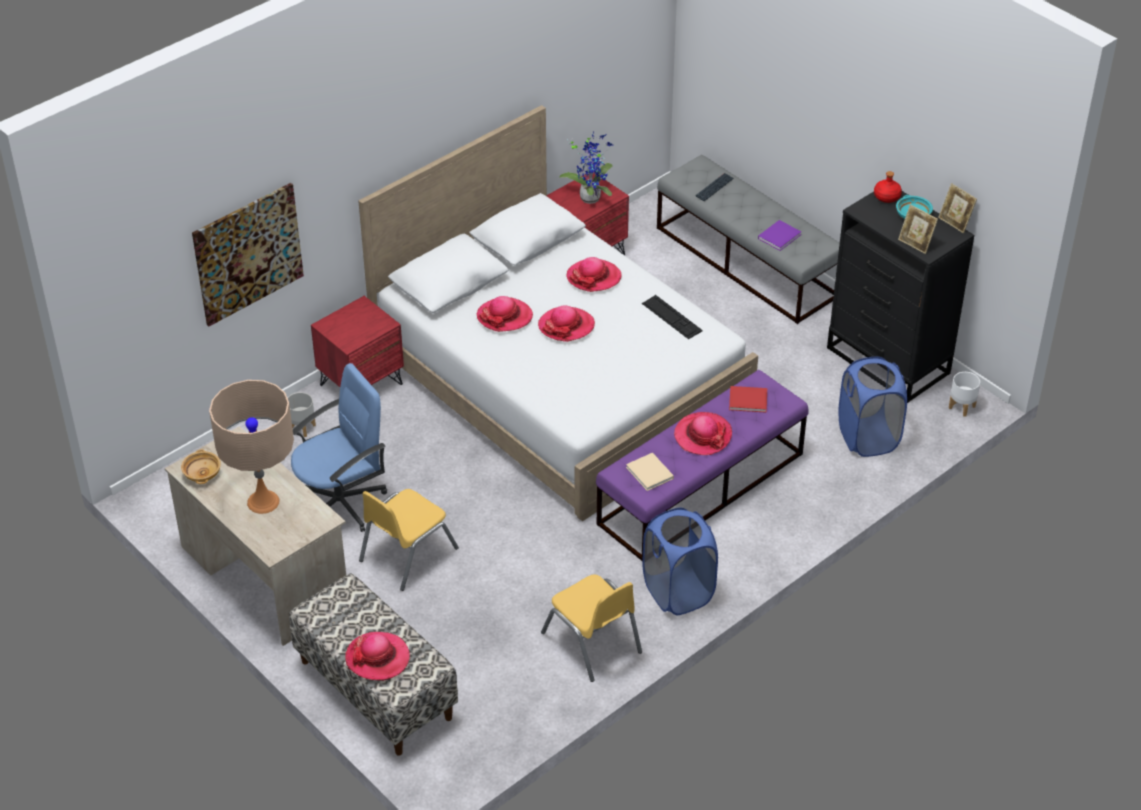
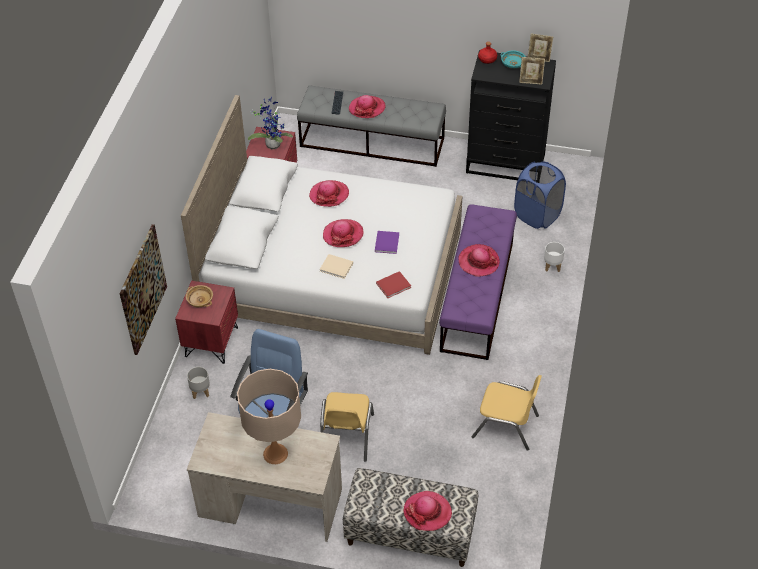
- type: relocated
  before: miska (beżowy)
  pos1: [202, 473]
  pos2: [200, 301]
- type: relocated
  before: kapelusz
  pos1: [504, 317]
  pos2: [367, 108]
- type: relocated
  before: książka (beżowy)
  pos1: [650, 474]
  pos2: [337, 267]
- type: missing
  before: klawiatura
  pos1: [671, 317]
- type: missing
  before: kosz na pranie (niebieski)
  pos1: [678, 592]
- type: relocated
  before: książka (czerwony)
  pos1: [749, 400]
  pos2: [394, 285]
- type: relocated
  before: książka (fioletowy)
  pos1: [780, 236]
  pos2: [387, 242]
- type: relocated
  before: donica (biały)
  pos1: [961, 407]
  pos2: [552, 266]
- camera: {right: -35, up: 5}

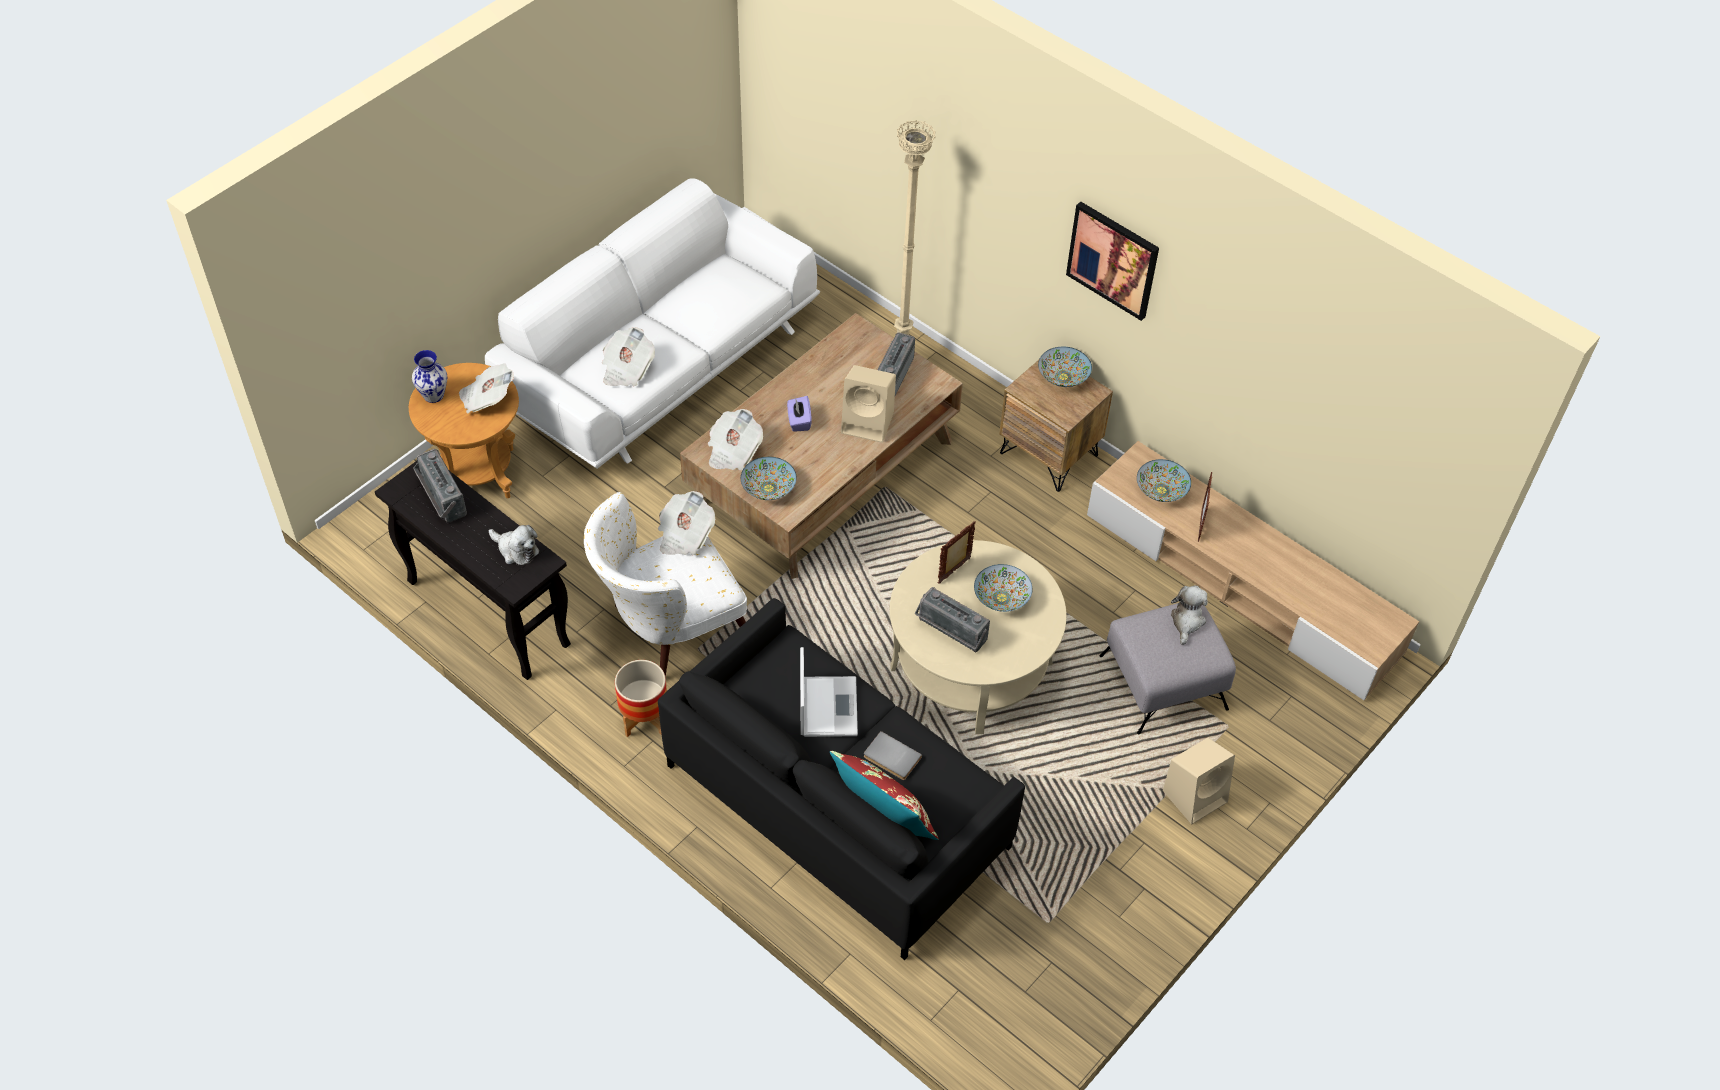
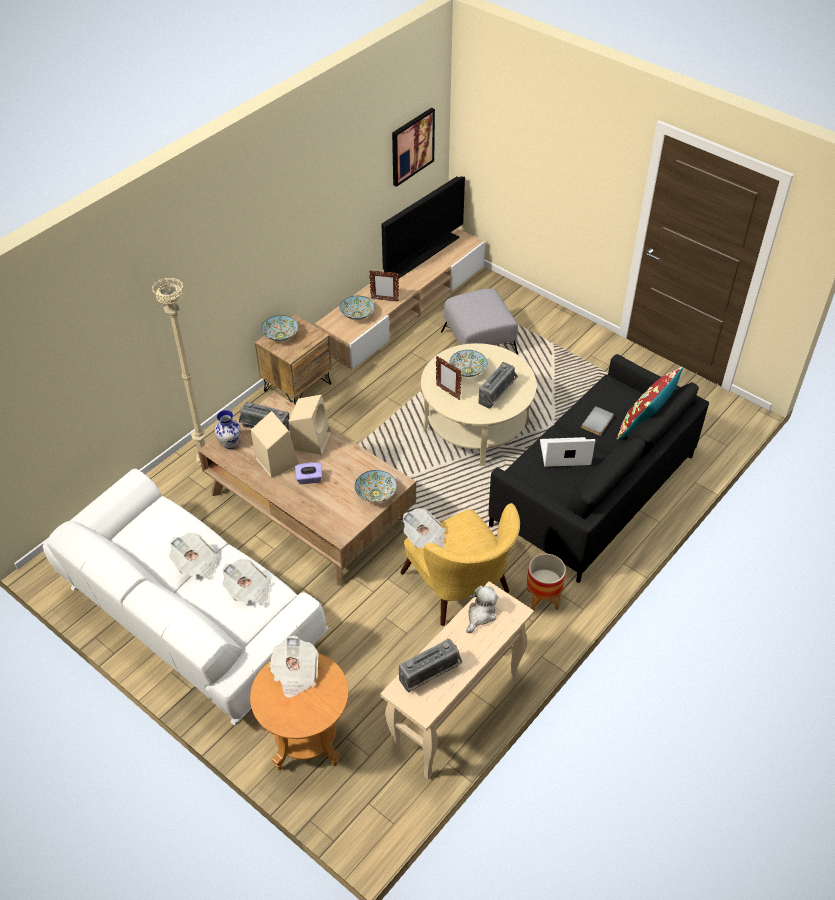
- type: colour
  before: stolik konsolowy (czarny)
  after: stolik konsolowy (beżowy)
  pos1: [487, 613]
  pos2: [455, 715]
- type: relocated
  before: wazon
  pos1: [433, 395]
  pos2: [229, 444]
- type: colour
  before: fotel (biały)
  after: fotel (żółty)
  pos1: [669, 629]
  pos2: [461, 591]
- type: relocated
  before: gazeta
  pos1: [733, 451]
  pos2: [196, 564]
- type: relocated
  before: obraz
  pos1: [1113, 259]
  pos2: [412, 146]
- type: relocated
  before: głośnik (beżowy)
  pos1: [1196, 795]
  pos2: [276, 460]
- type: missing
  before: pluszak
  pos1: [1187, 621]
- type: appeared
  after: telewizor
  pos2: [423, 254]
- camera: {right: -90, up: -5}

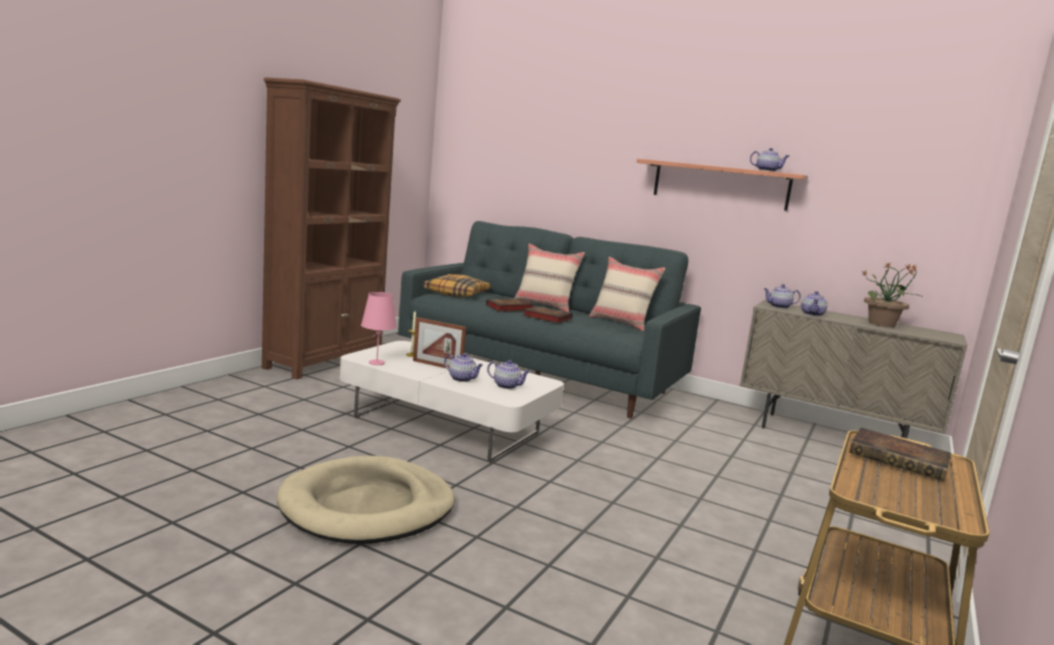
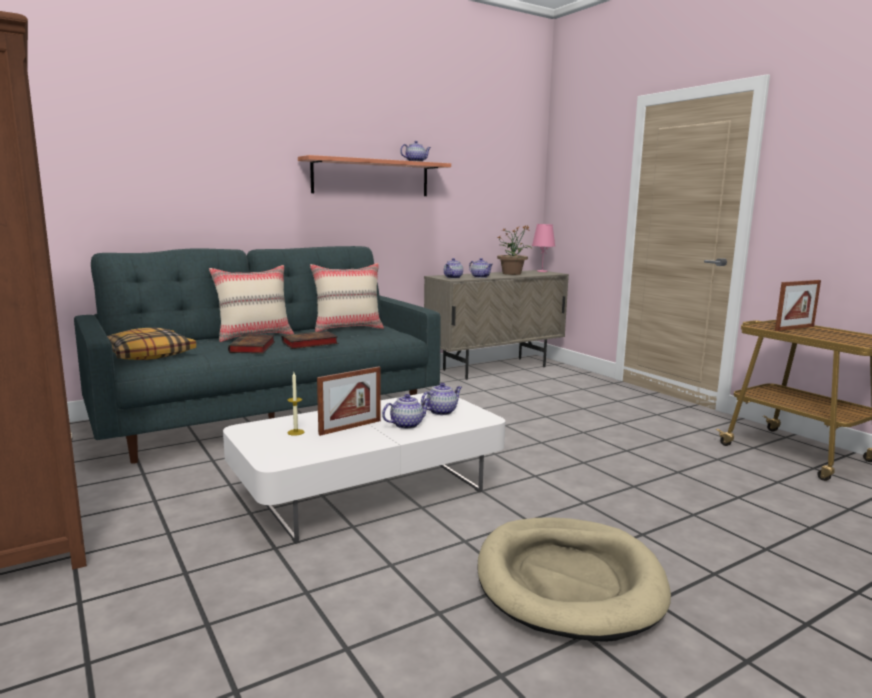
- type: relocated
  before: lampa stołowa (różowy)
  pos1: [376, 363]
  pos2: [542, 271]
- type: exchanged
  before: książka
  after: ramka na zdjęcie
  pos1: [901, 460]
  pos2: [794, 328]
- camera: {right: -60, up: 0}

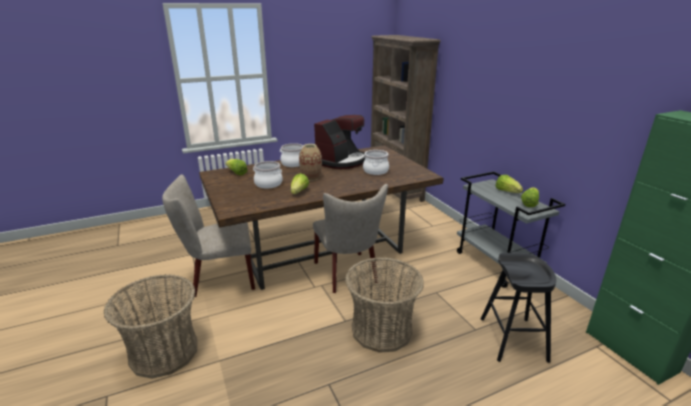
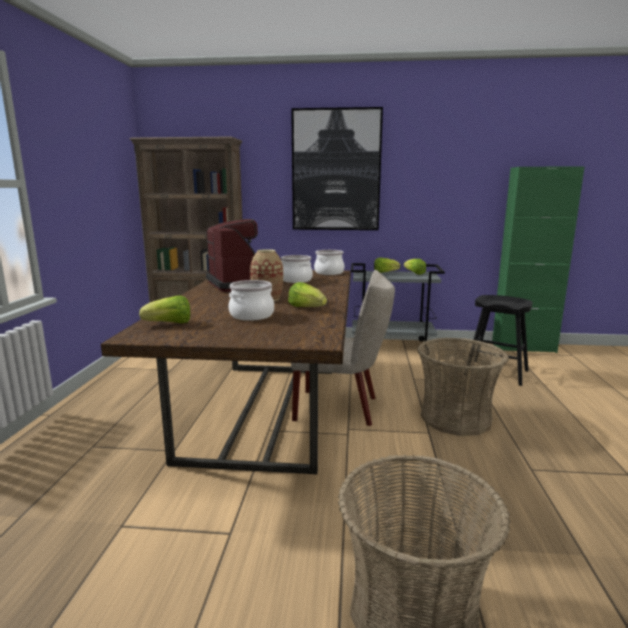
- type: missing
  before: krzesło (beżowy)
  pos1: [218, 279]
- type: relocated
  before: garnek
  pos1: [293, 163]
  pos2: [328, 272]
- type: appeared
  after: obraz
  pos2: [336, 170]
- camera: {right: -60, up: -10}

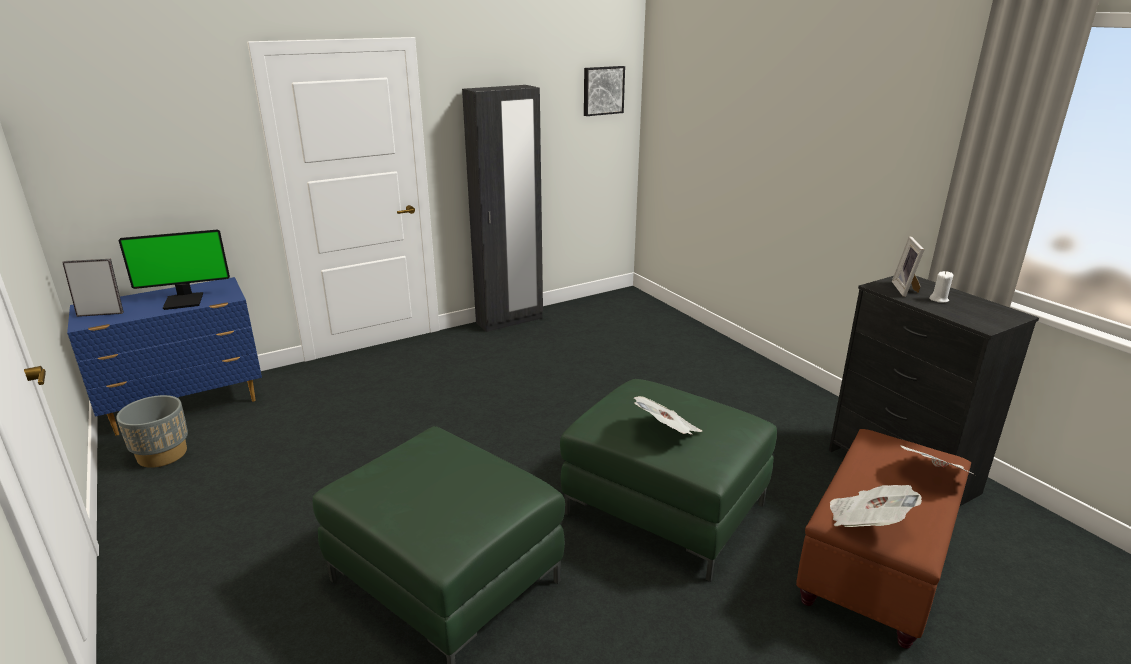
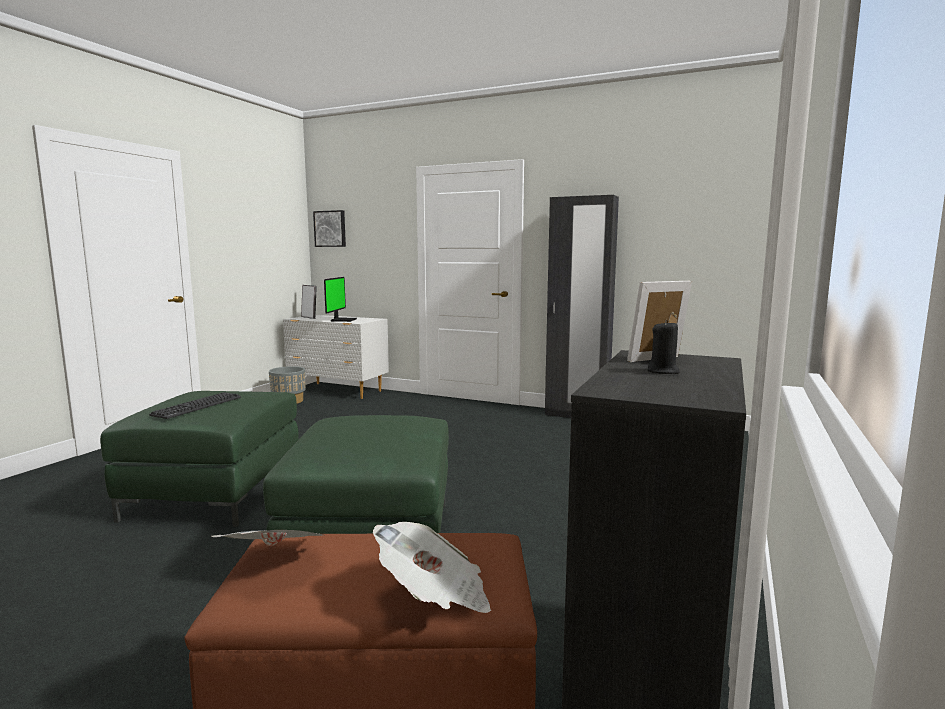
- type: colour
  before: komoda (niebieski)
  after: komoda (biały)
  pos1: [187, 406]
  pos2: [338, 391]
- type: spun
  before: monitor
  pos1: [184, 301]
  pos2: [342, 320]
  turn: -120
- type: relocated
  before: obraz
  pos1: [602, 90]
  pos2: [330, 229]
- type: missing
  before: gazeta
  pos1: [666, 432]
- type: colour
  before: świeca (biały)
  after: świeca (czarny)
  pos1: [939, 299]
  pos2: [663, 371]
- type: appeared
  after: klawiatura
  pos2: [198, 406]
- camera: {right: 55, up: -15}

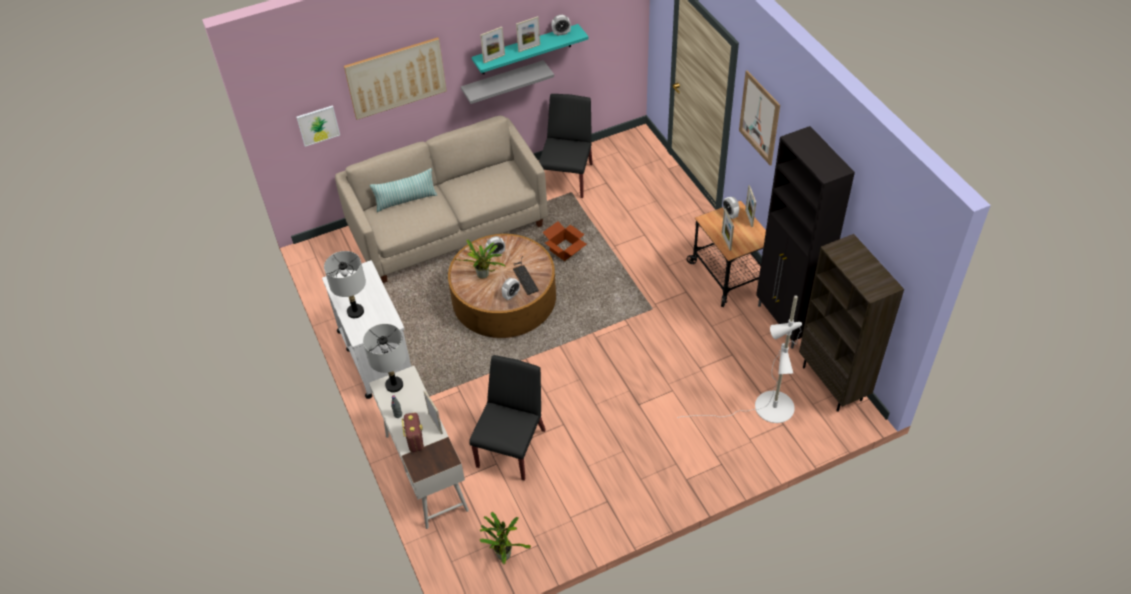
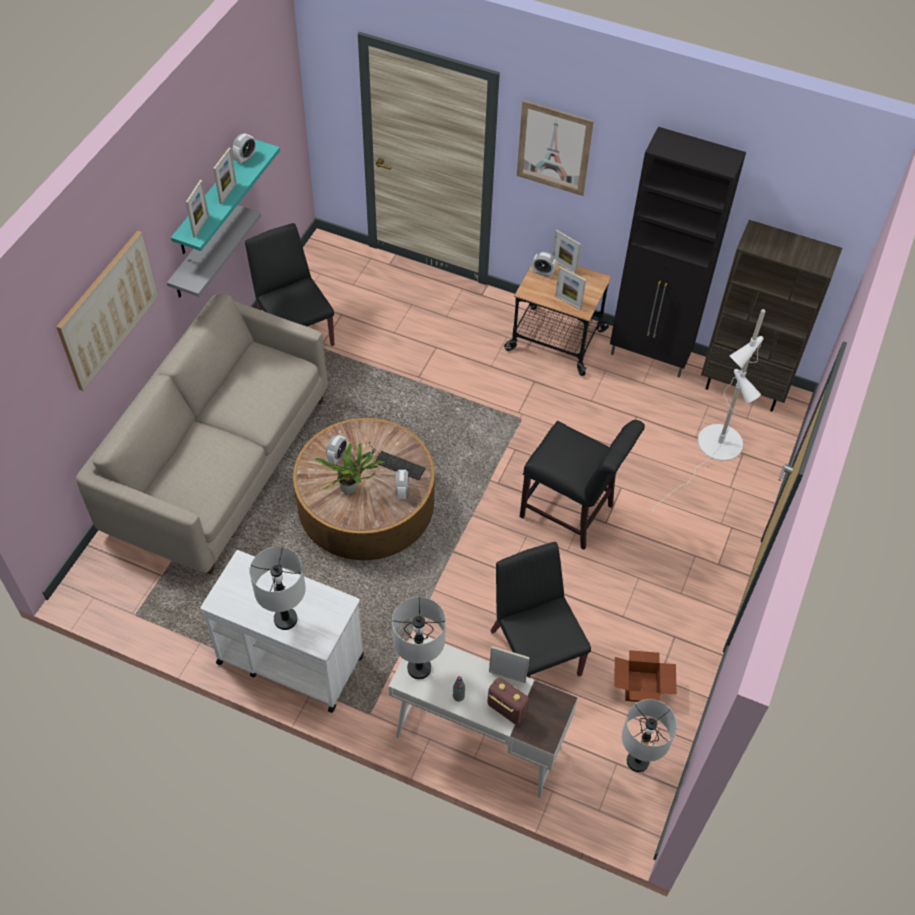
- type: missing
  before: obraz
  pos1: [318, 125]
- type: missing
  before: poduszka
  pos1: [406, 200]
- type: exchanged
  before: roślina doniczkowa
  after: lampa stołowa (szary)
  pos1: [503, 553]
  pos2: [637, 761]
- type: relocated
  before: karton
  pos1: [565, 251]
  pos2: [642, 688]
- type: appeared
  after: krzesło (czarny)
  pos2: [571, 514]
- camera: {right: -45, up: 5}

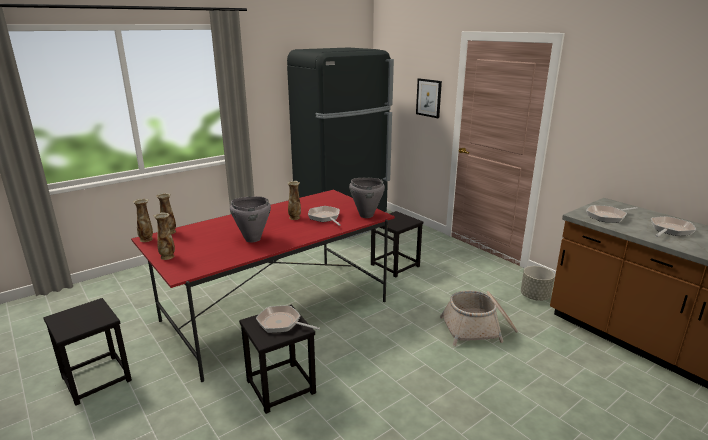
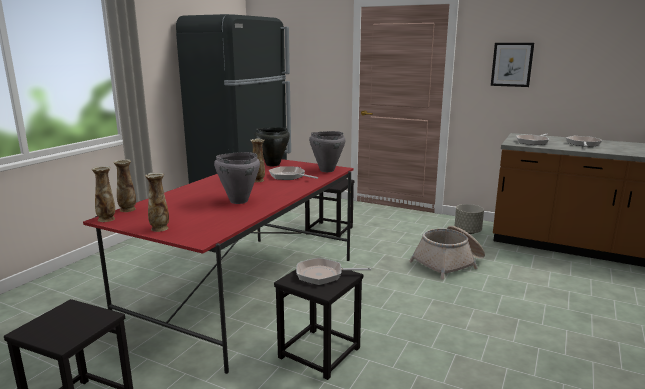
- type: relocated
  before: obraz
  pos1: [428, 98]
  pos2: [512, 64]
- type: appeared
  after: garnek (czarny)
  pos2: [272, 164]
- camera: {right: -25, up: -5}

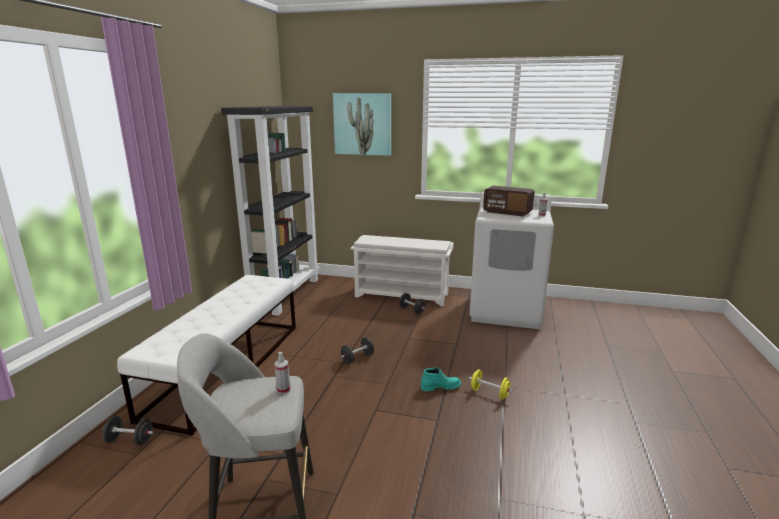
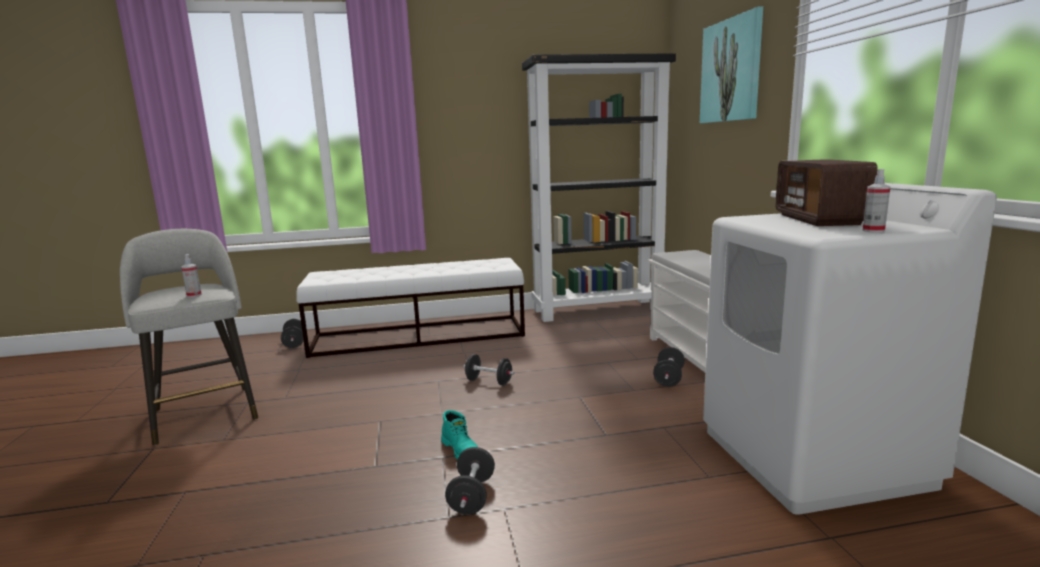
- type: colour
  before: hantel (żółty)
  after: hantel (czarny)
  pos1: [489, 393]
  pos2: [472, 496]
- camera: {right: 65, up: -5}

